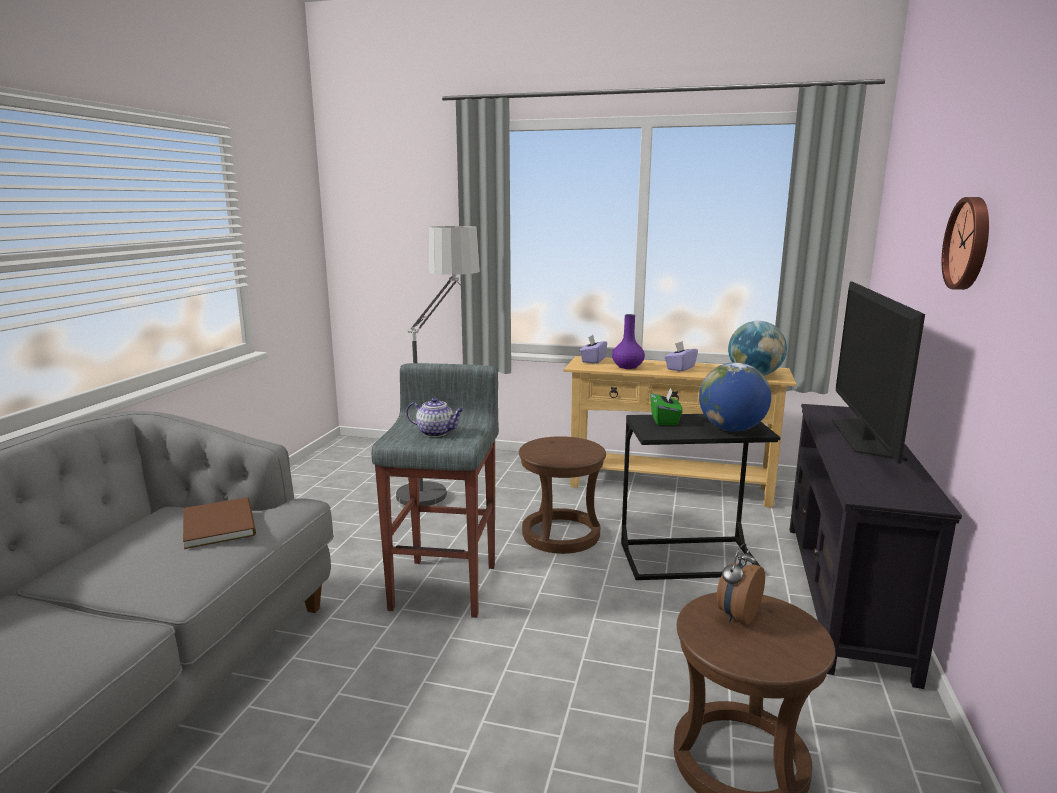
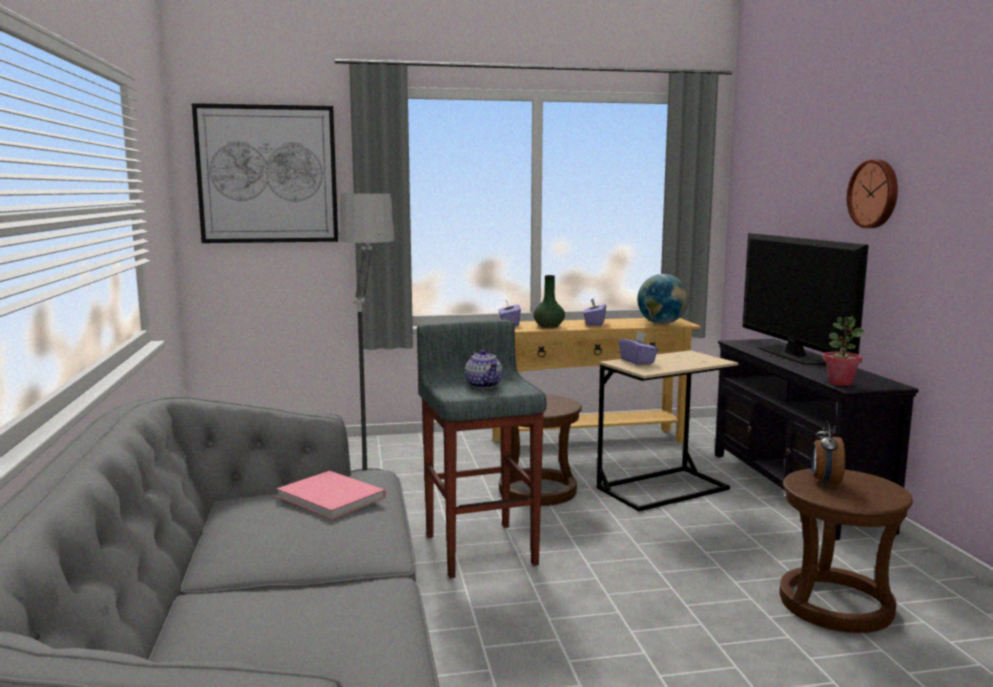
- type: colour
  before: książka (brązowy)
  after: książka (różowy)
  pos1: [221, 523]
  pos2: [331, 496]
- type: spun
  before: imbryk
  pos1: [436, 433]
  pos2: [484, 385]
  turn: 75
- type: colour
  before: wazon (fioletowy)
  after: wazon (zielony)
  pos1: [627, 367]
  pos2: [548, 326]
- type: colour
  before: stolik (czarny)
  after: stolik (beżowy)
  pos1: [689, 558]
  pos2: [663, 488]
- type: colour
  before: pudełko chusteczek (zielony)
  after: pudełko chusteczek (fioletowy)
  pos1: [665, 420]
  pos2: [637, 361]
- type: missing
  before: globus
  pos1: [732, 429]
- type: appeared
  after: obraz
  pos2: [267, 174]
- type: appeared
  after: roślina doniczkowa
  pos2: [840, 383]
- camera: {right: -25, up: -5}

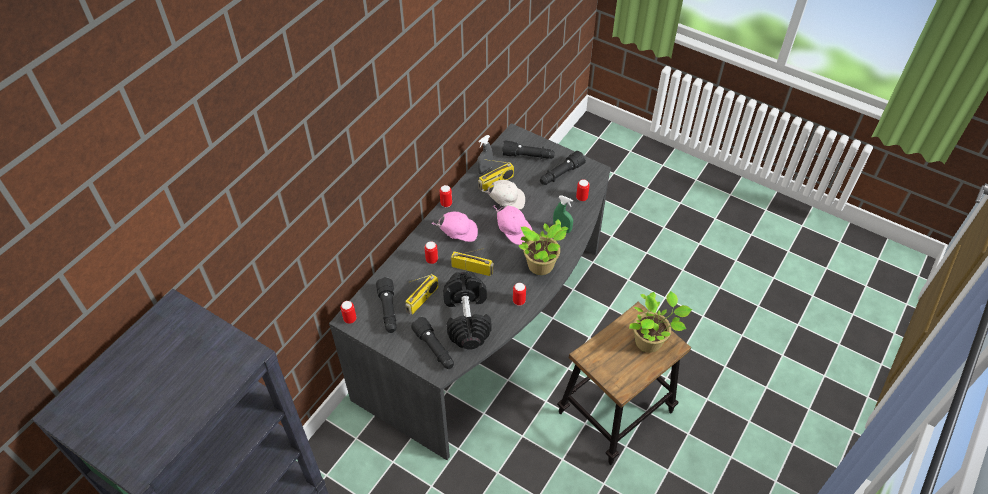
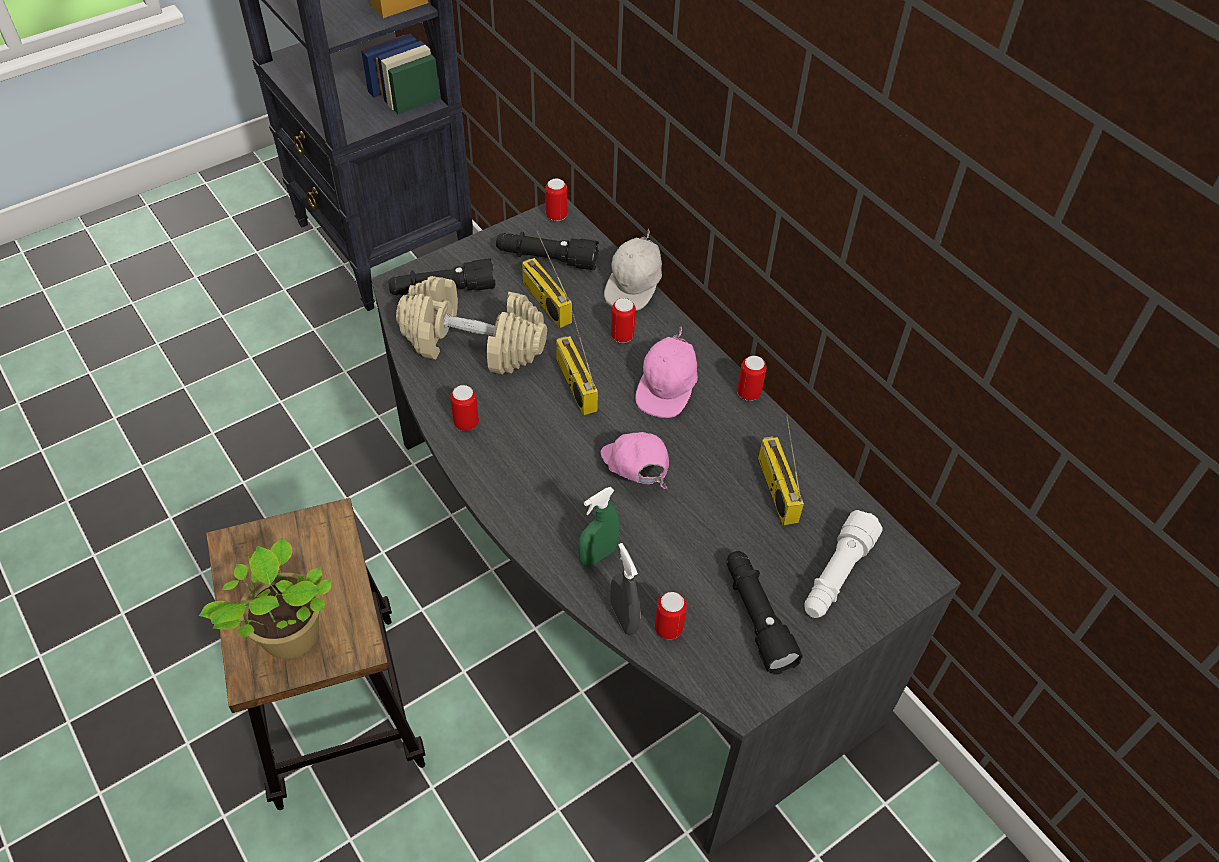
- type: colour
  before: hantel (czarny)
  after: hantel (beżowy)
  pos1: [467, 319]
  pos2: [473, 345]
- type: spun
  before: radio
  pos1: [473, 268]
  pos2: [574, 384]
  turn: 120
- type: relocated
  before: spryskiwacz (szary)
  pos1: [484, 169]
  pos2: [624, 618]
- type: relocated
  before: czapka z daszkiem (biały)
  pos1: [506, 201]
  pos2: [634, 287]
- type: spun
  before: czapka z daszkiem (różowy)
  pos1: [513, 230]
  pos2: [635, 473]
  turn: 90
- type: colour
  before: latarka (czarny)
  after: latarka (biały)
  pos1: [528, 156]
  pos2: [836, 575]
- type: missing
  before: roślina doniczkowa
  pos1: [541, 267]
- camera: {right: 110, up: 0}

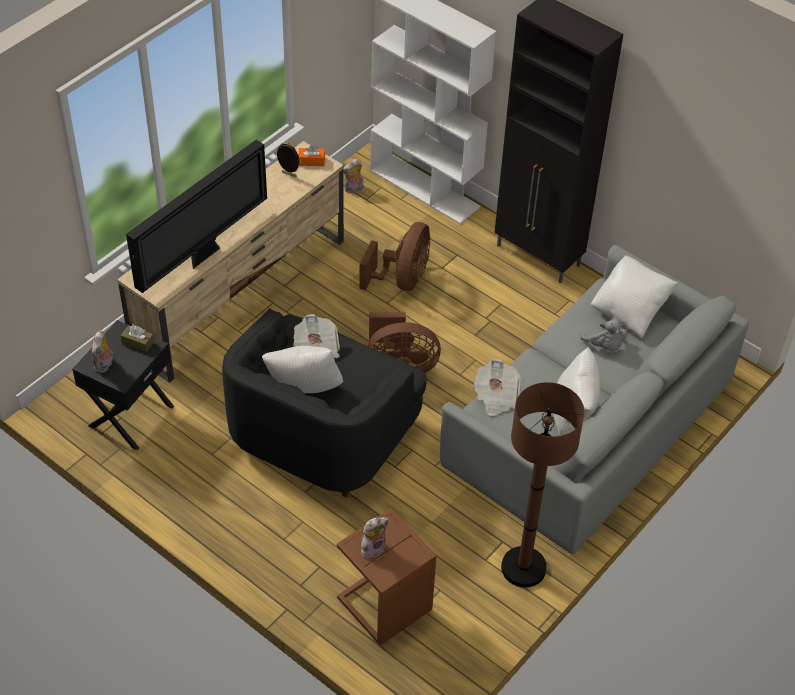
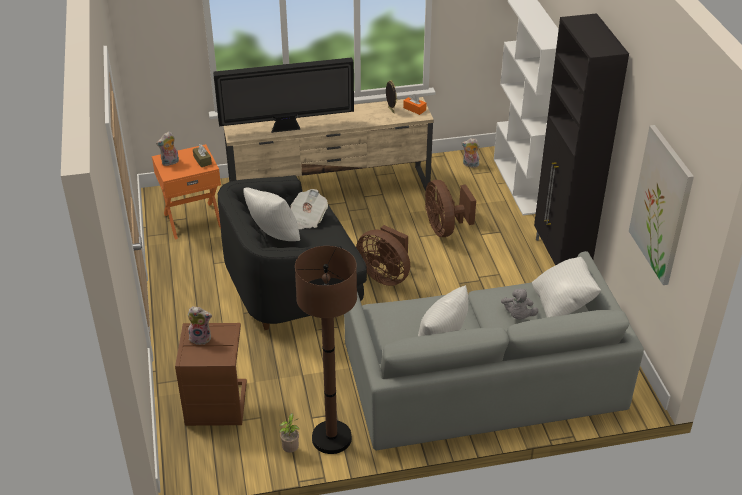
- type: colour
  before: stolik (czarny)
  after: stolik (pomarańczowy)
  pos1: [130, 415]
  pos2: [192, 220]
- type: spun
  before: wentylator (brązowy)
  pos1: [402, 280]
  pos2: [445, 228]
  turn: 105
- type: missing
  before: gazeta
  pos1: [496, 396]
- type: appeared
  after: roślina doniczkowa
  pos2: [291, 450]
- type: appeared
  after: obraz
  pos2: [661, 205]
- camera: {right: 40, up: -10}

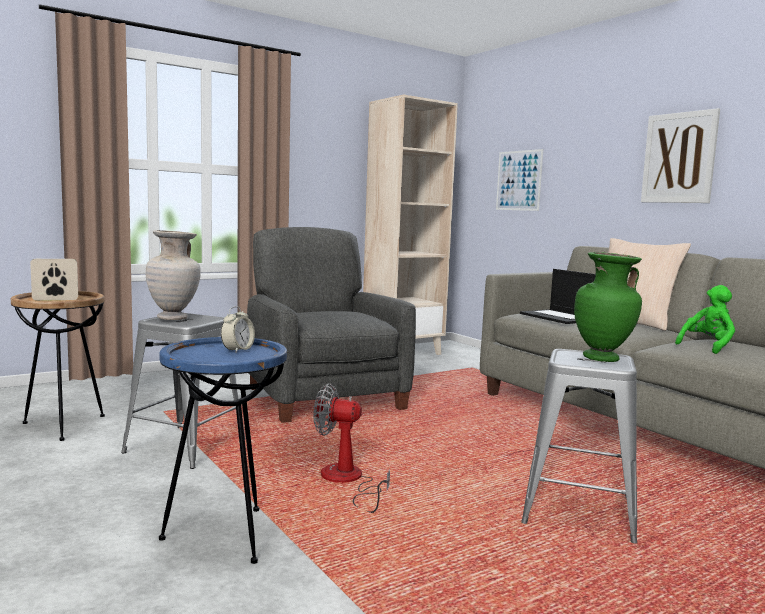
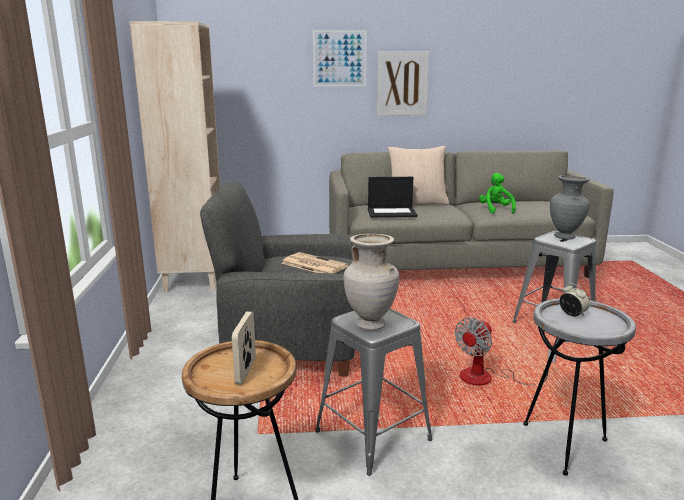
- type: colour
  before: stolik (niebieski)
  after: stolik (szary)
  pos1: [224, 535]
  pos2: [564, 445]
- type: relocated
  before: obraz
  pos1: [518, 180]
  pos2: [339, 58]
- type: colour
  before: wazon (zielony)
  after: wazon (szary)
  pos1: [602, 359]
  pos2: [565, 237]
- type: appeared
  after: gazeta
  pos2: [313, 265]
- camera: {right: -60, up: 10}

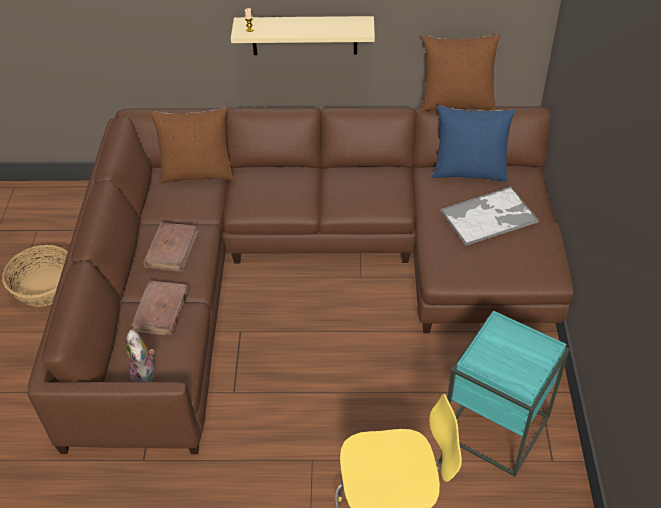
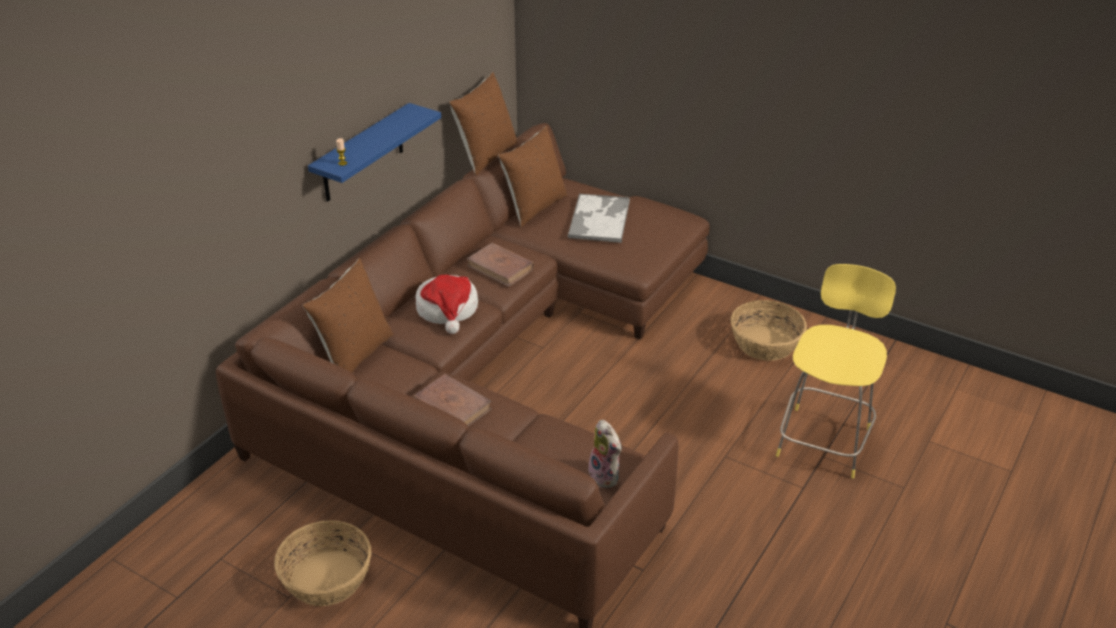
- type: spun
  before: pluszak
  pos1: [145, 374]
  pos2: [606, 476]
  turn: 45
- type: relocated
  before: książka (brązowy)
  pos1: [161, 311]
  pos2: [500, 268]
- type: colour
  before: półka (beżowy)
  after: półka (niebieski)
  pos1: [304, 35]
  pos2: [363, 154]
- type: colour
  before: poduszka (niebieski)
  after: poduszka (brązowy)
  pos1: [469, 171]
  pos2: [534, 207]
- type: exchanged
  before: stolik (turkusowy)
  after: koszyk
  pos1: [495, 427]
  pos2: [765, 344]
- type: appeared
  after: kapelusz
  pos2: [448, 310]
- camera: {right: -60, up: -10}

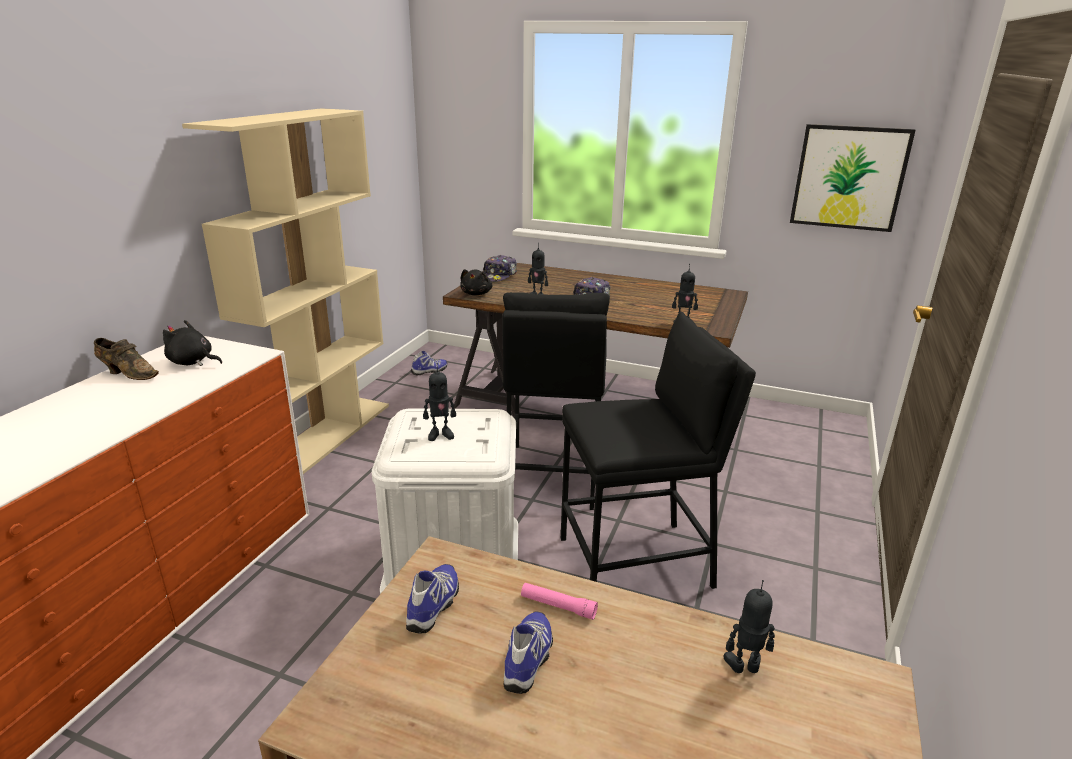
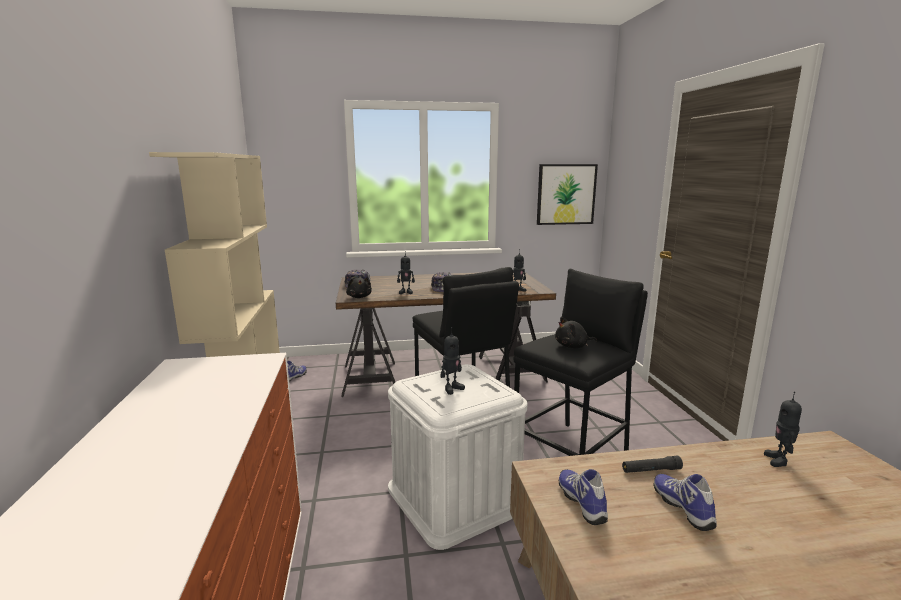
- type: missing
  before: but (brązowy)
  pos1: [128, 374]
- type: relocated
  before: pluszak (czarny)
  pos1: [193, 362]
  pos2: [573, 346]
- type: colour
  before: latarka (różowy)
  after: latarka (czarny)
  pos1: [558, 606]
  pos2: [651, 470]
- type: spun
  before: robot zabawkowy
  pos1: [744, 667]
  pos2: [778, 460]
  turn: -45
- camera: {right: -30, up: -10}

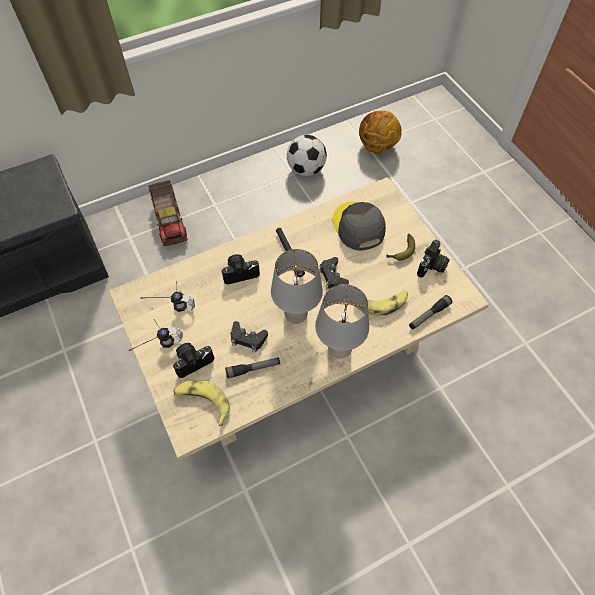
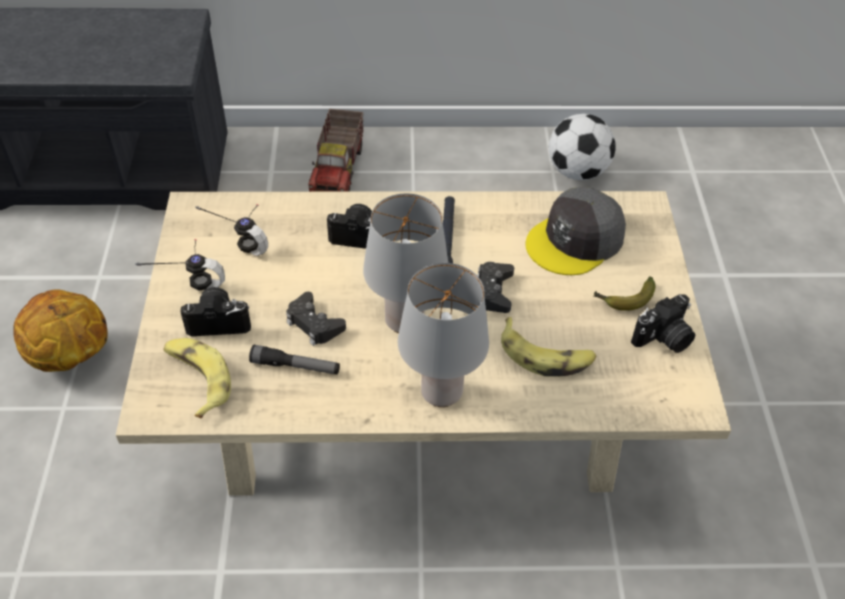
- type: spun
  before: czapka z daszkiem (szary)
  pos1: [358, 227]
  pos2: [575, 240]
  turn: -135
- type: relocated
  before: piłka do koszykówki
  pos1: [377, 147]
  pos2: [70, 357]
- type: missing
  before: latarka
  pos1: [429, 315]
- camera: {right: 25, up: -10}

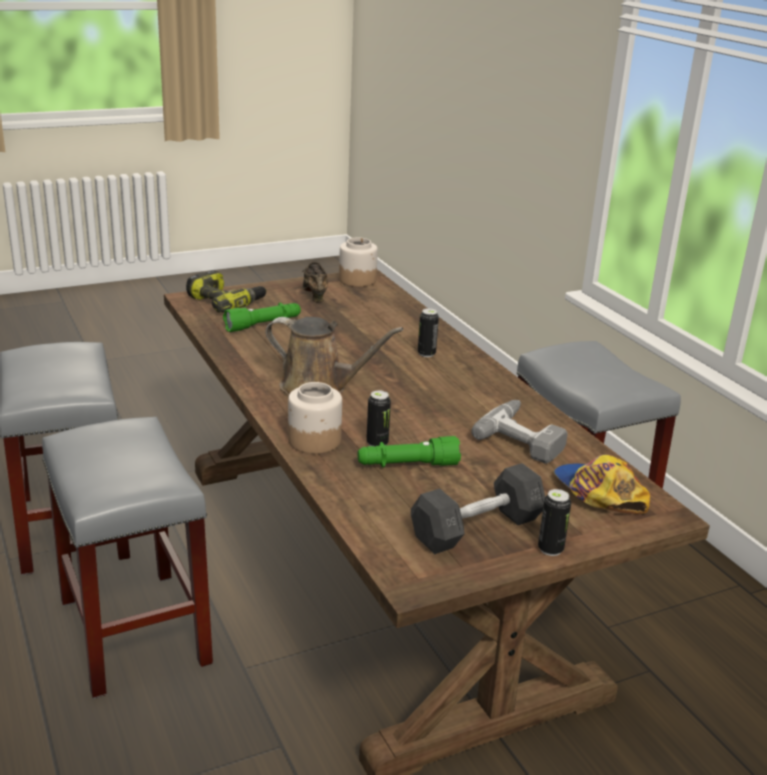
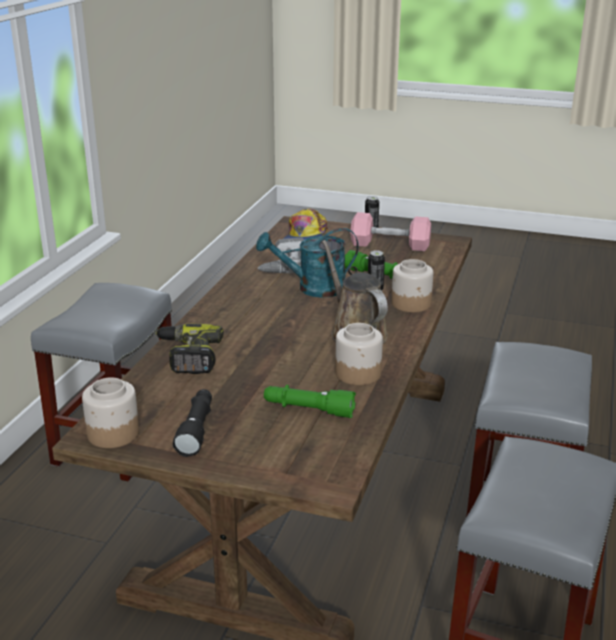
- type: relocated
  before: wiertarka
  pos1: [226, 302]
  pos2: [188, 356]
- type: exchanged
  before: but (brązowy)
  after: latarka (czarny)
  pos1: [314, 295]
  pos2: [196, 429]
- type: colour
  before: hantel (szary)
  after: hantel (różowy)
  pos1: [477, 528]
  pos2: [390, 245]
- type: missing
  before: puszka
  pos1: [426, 354]
- type: appeared
  after: konewka (turkusowy)
  pos2: [313, 289]
- type: appeared
  after: słoik
  pos2: [358, 373]
- camera: {right: -135, up: 0}

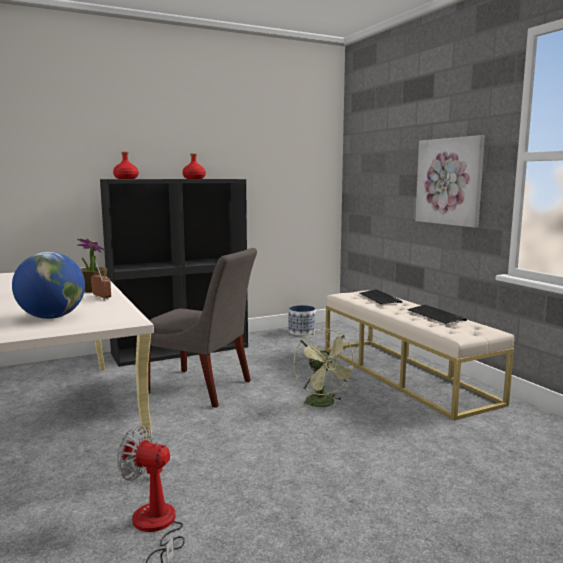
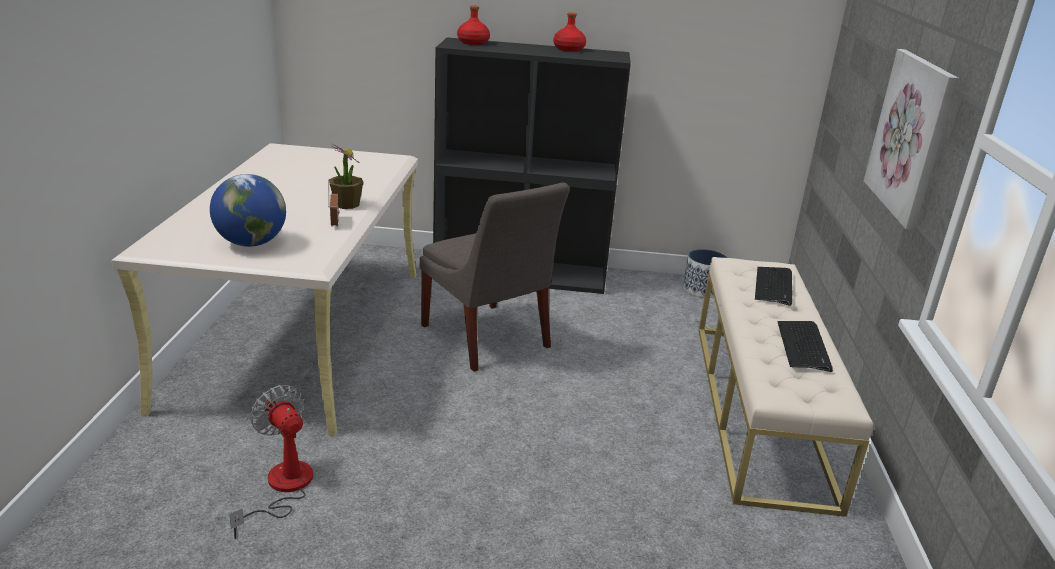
- type: missing
  before: wentylator (zielony)
  pos1: [324, 404]
- camera: {right: 30, up: 15}

